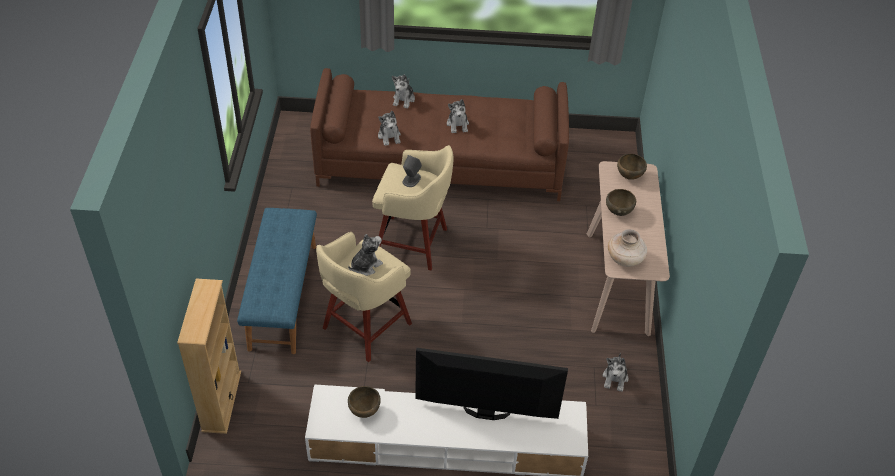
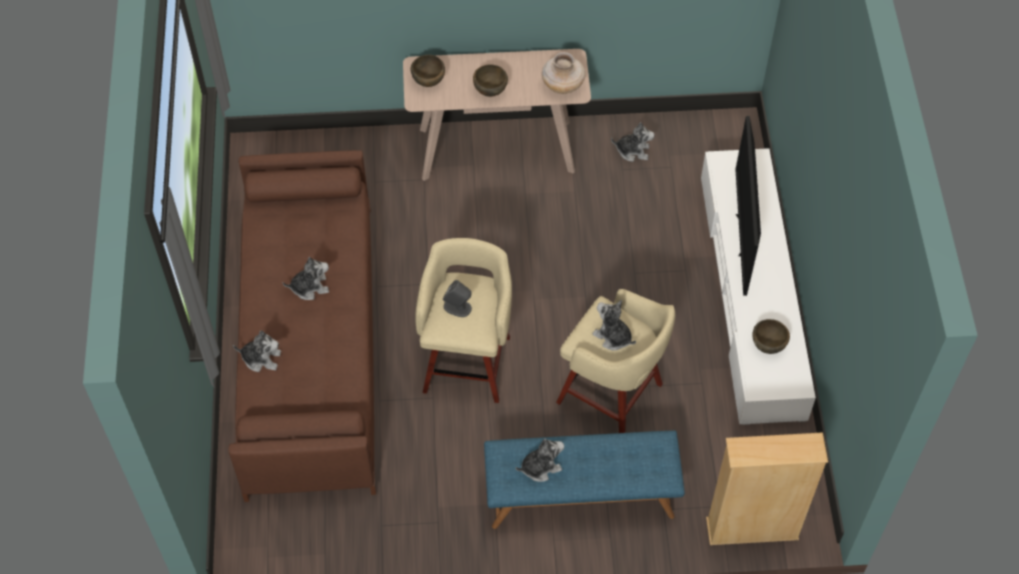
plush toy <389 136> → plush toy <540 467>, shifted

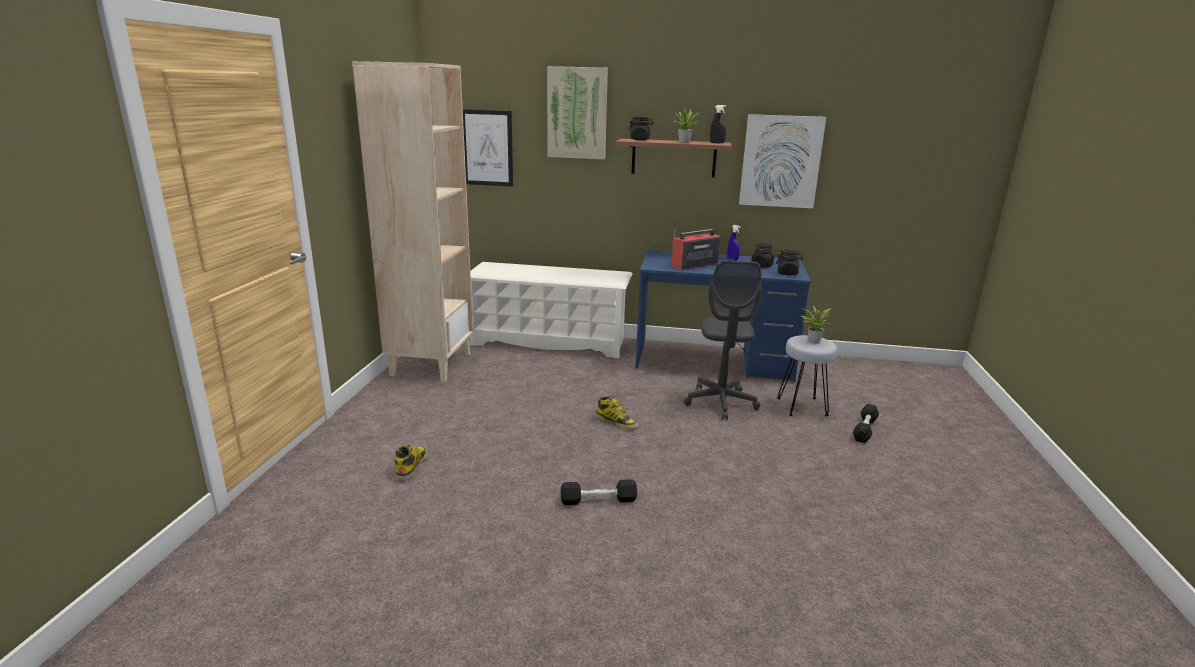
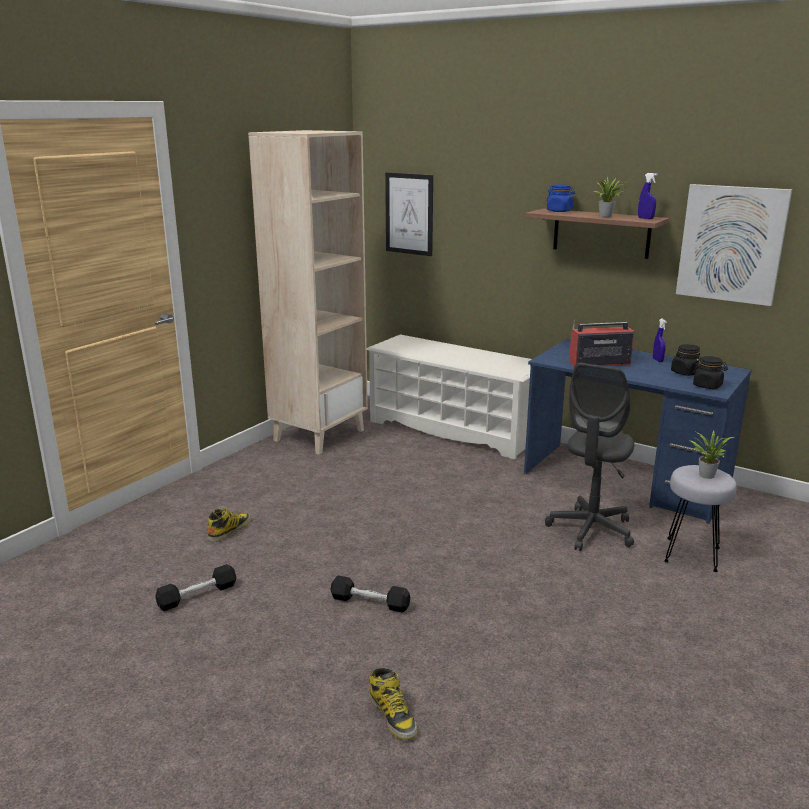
dumbbell/black <864 429> → dumbbell/black <197 595>, shifted
boot <616 422> → boot <393 715>, shifted
jar/black <640 139> → jar/blue <559 211>
spray bottle/black <717 143> → spray bottle/blue <645 218>
picture <577 113> → -

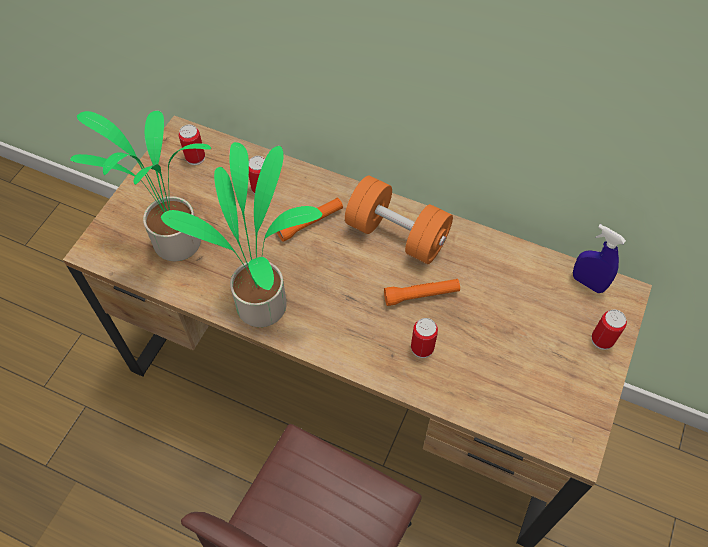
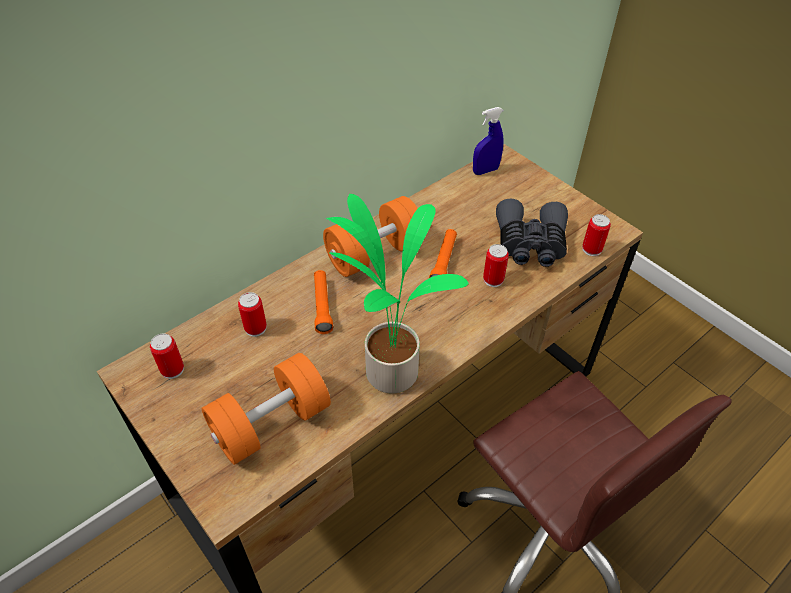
potted plant <174 244> → dumbbell/orange <271 423>
- → binoculars/grey <530 244>
can <602 339> → can <591 249>, shifted

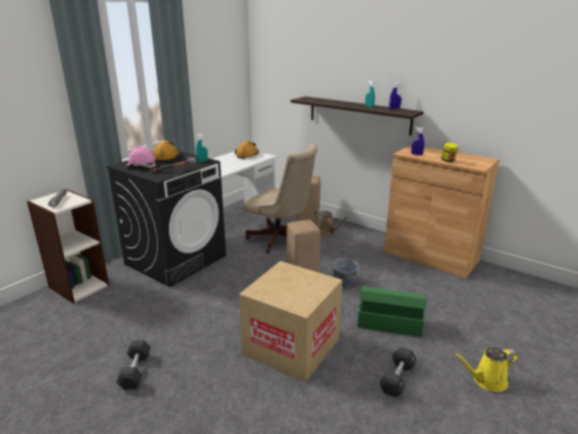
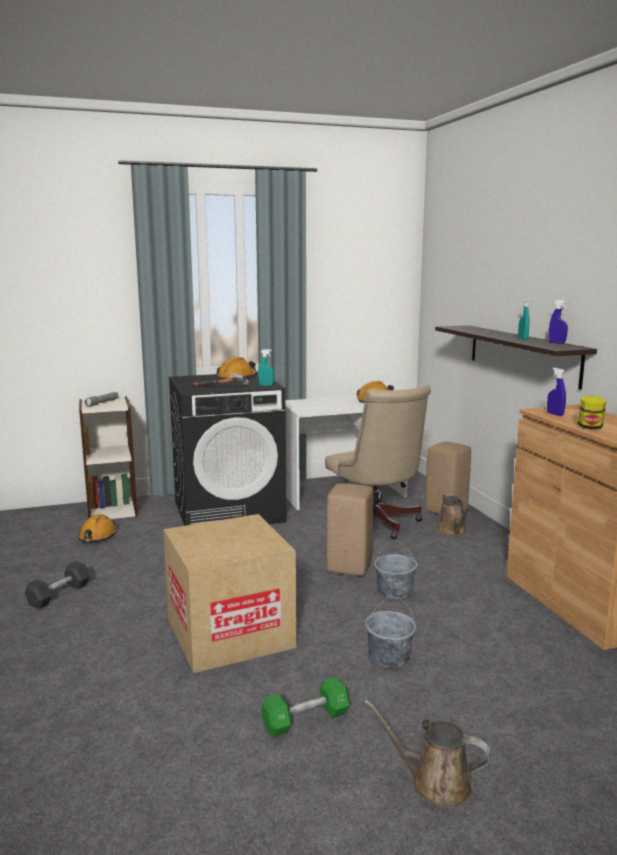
- → hard hat/orange <97 537>
dumbbell/black <397 379> → dumbbell/green <305 720>
watering can/yellow <486 380> → watering can/brown <434 784>
storage box/green <389 322> → bucket/grey <388 657>
hard hat/pink <141 166> → -

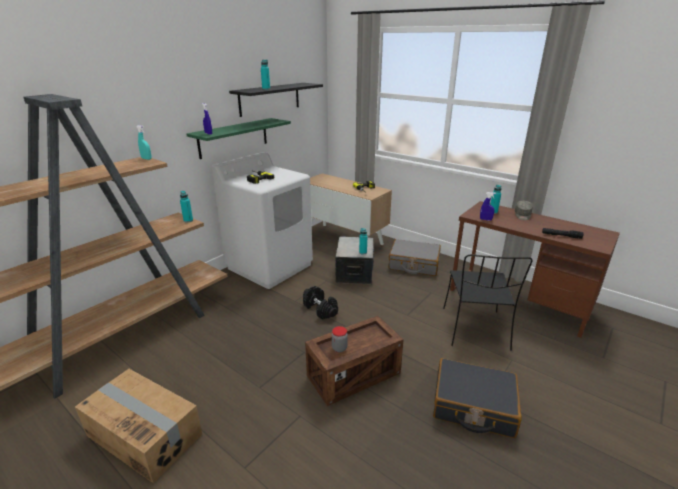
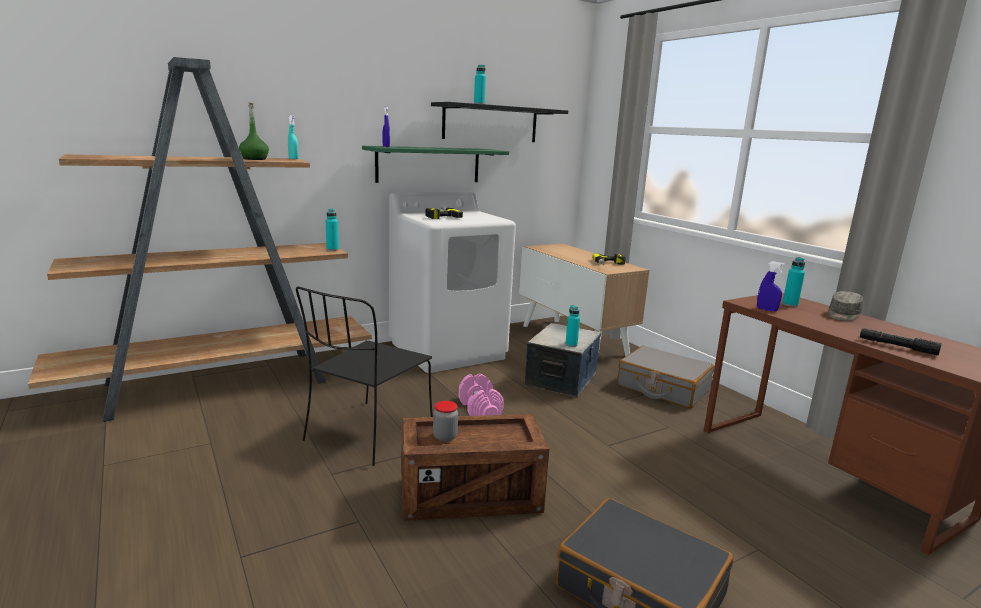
- → bottle/green <254 159>
chair/black <475 329> → chair/black <367 434>, shifted
dumbbell/black <320 309> → dumbbell/pink <480 410>
cardboard box <145 434> → -

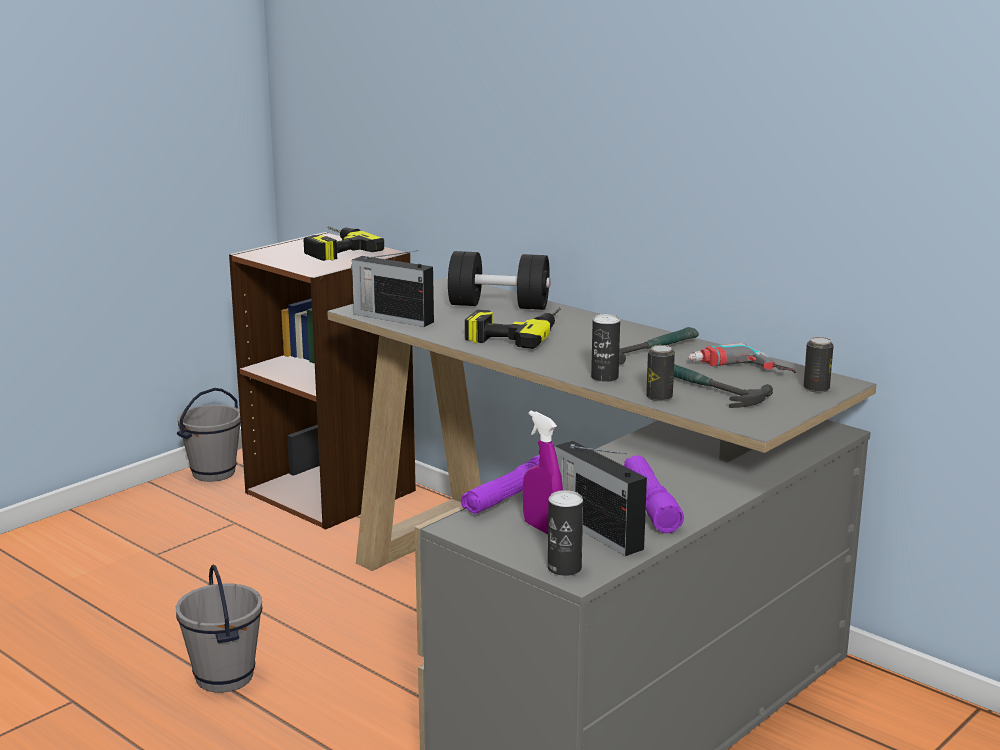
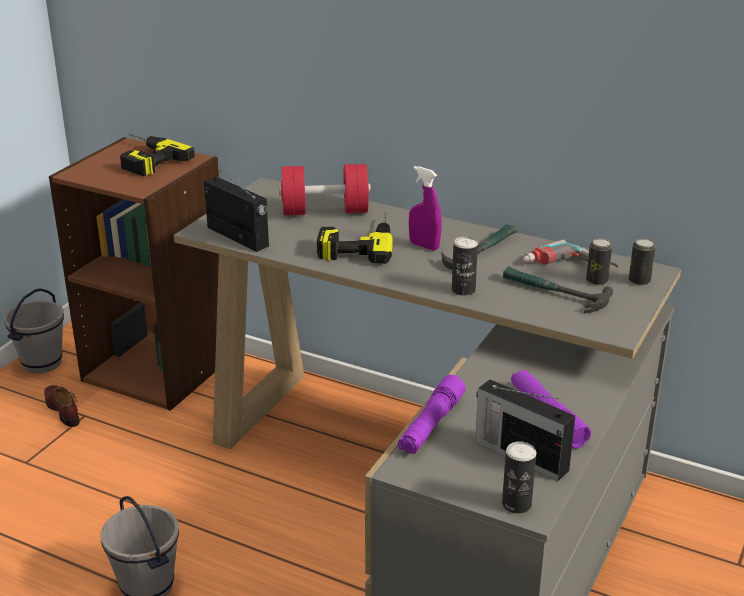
- → shoe/brown <62 409>
radio <392 318> → radio <238 237>, 150 degrees counterclockwise
dumbbell/black <499 306> → dumbbell/red <325 211>
spray bottle/purple <542 528> → spray bottle/purple <424 246>, shifted
can <659 397> → can <596 281>, shifted

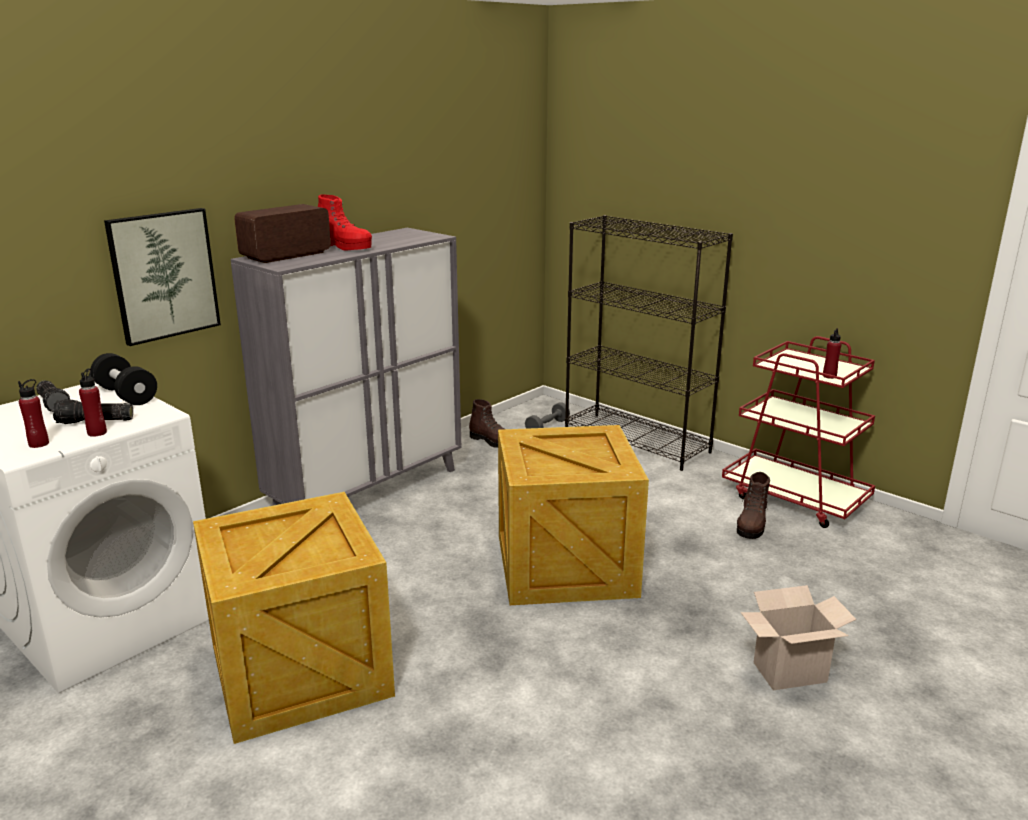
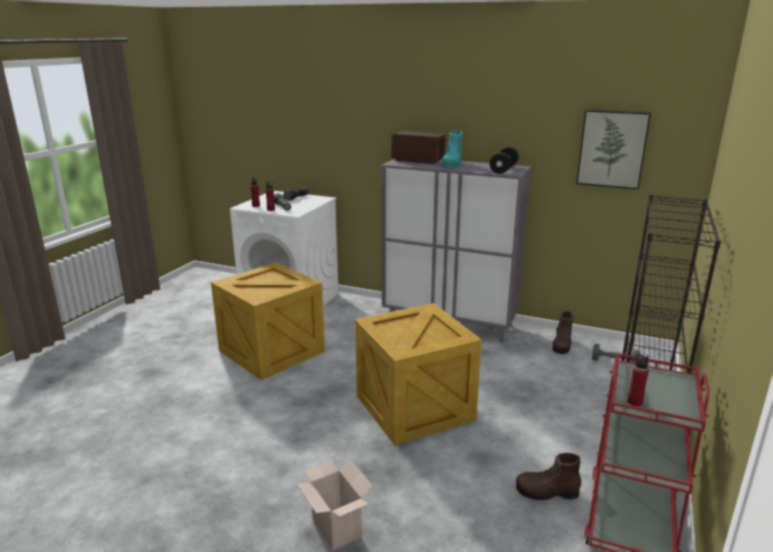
boot/red <345 247> → boot/turquoise <452 165>
dumbbell/black <126 395> → dumbbell/black <503 169>, shifted
picture <164 275> → picture <612 149>, shifted

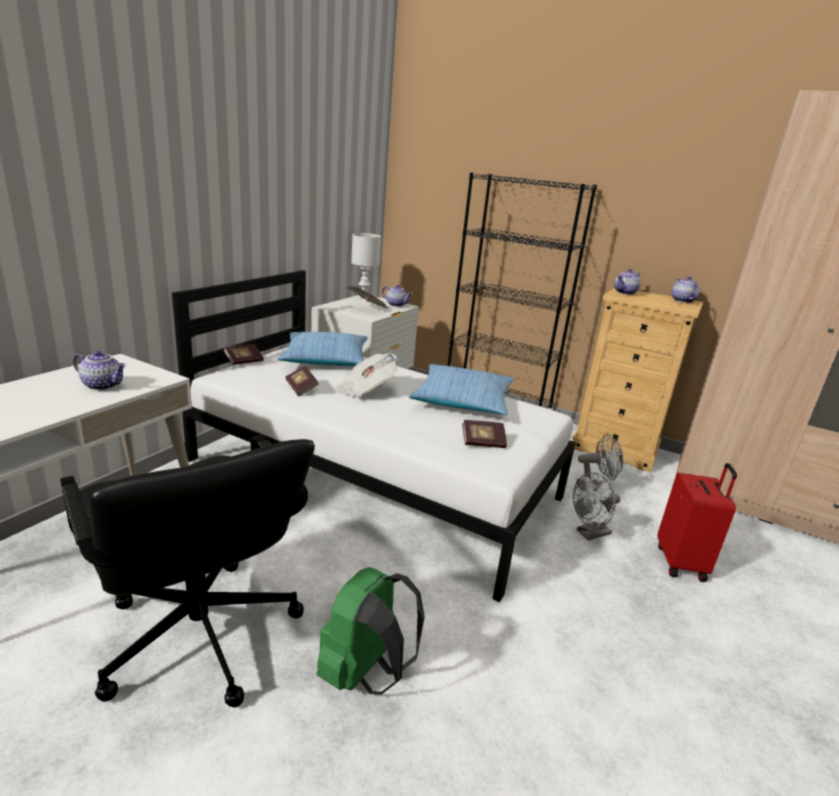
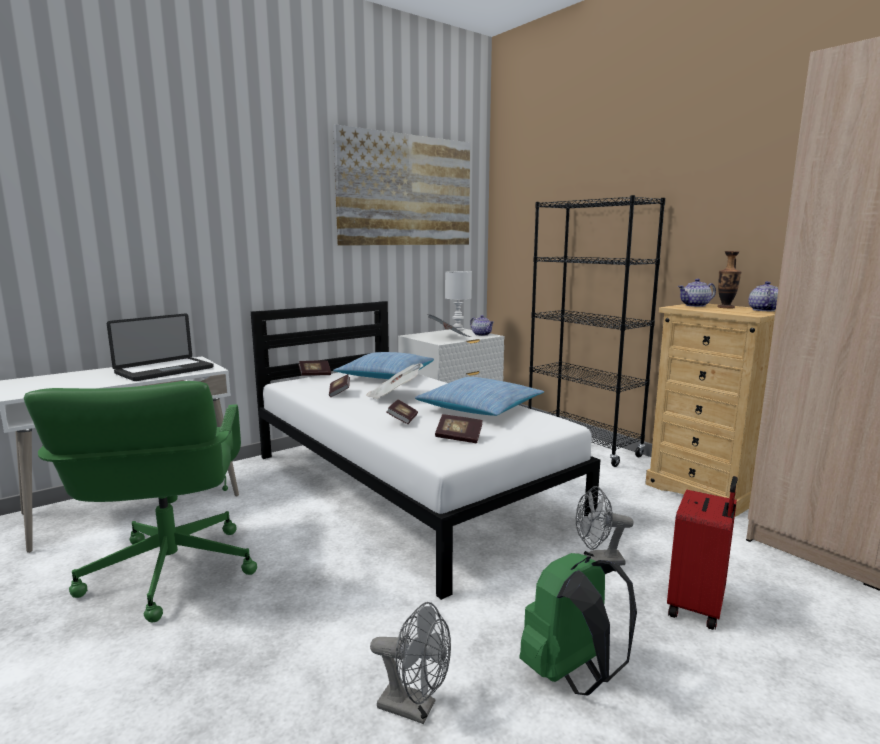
office chair/black <199 636> → office chair/green <169 572>
teapot <103 385> → laptop <165 371>
- → picture <406 191>
fan/grey <595 487> → fan/grey <415 708>, shifted
- → book <402 420>
backpack/green <365 673> → backpack/green <572 675>, shifted
- → vase <725 307>

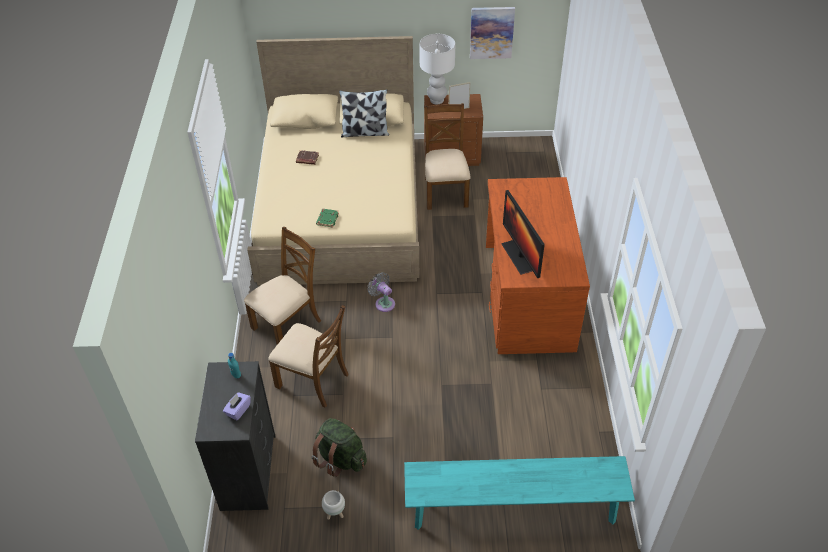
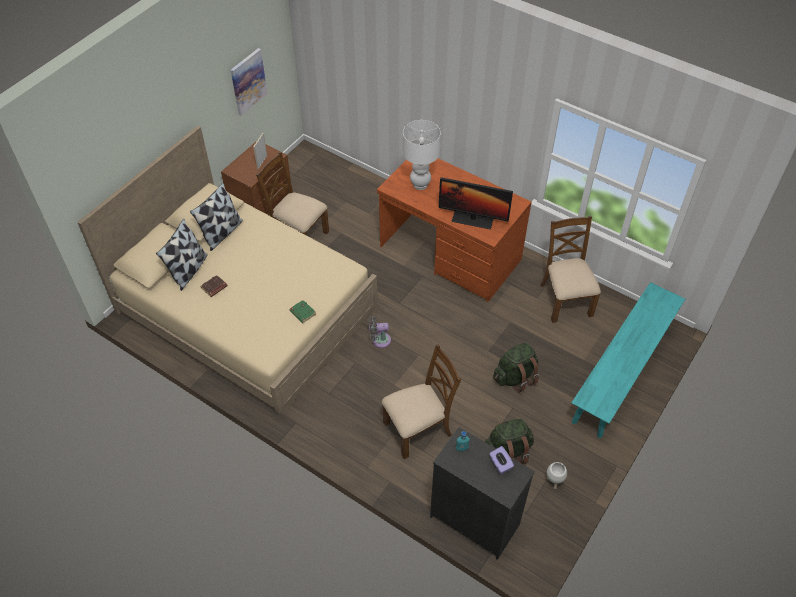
- → pillow <188 270>
table lamp/white <436 100> → table lamp/white <420 185>, shifted
- → backpack/green <515 377>
chair/brown <287 324> → chair/brown <565 299>, shifted

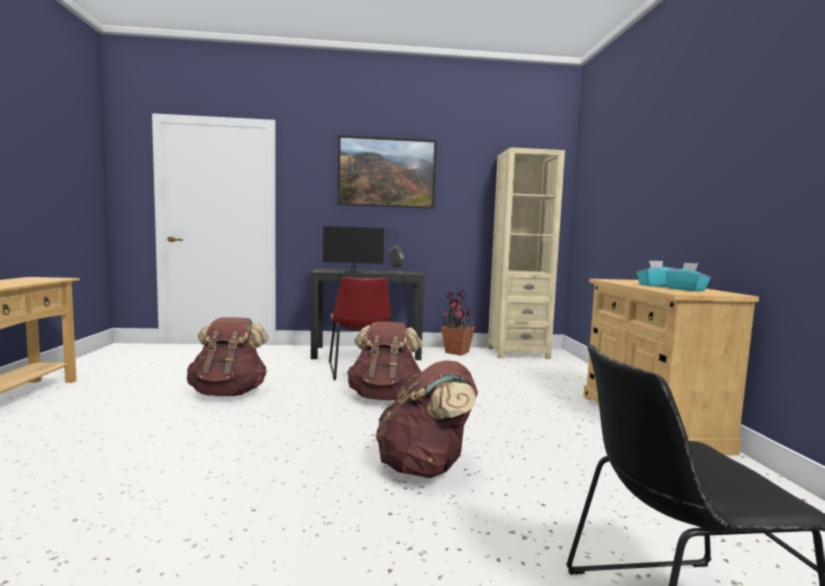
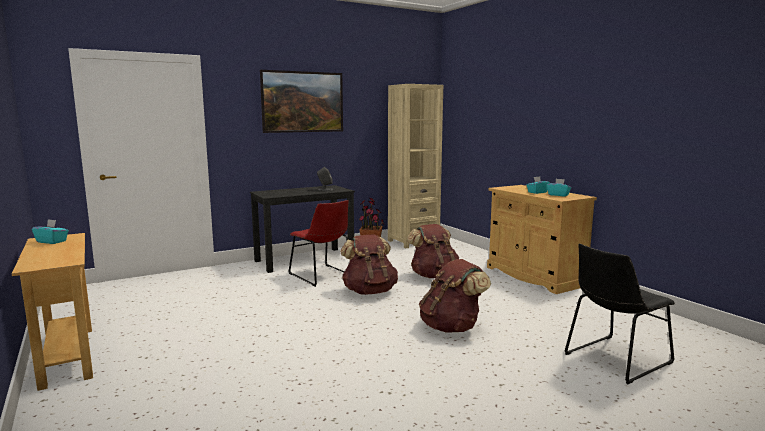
- → tissue box/turquoise <52 241>
backpack/brown <229 393> → backpack/brown <434 276>, shifted
monitor <356 272> → -

